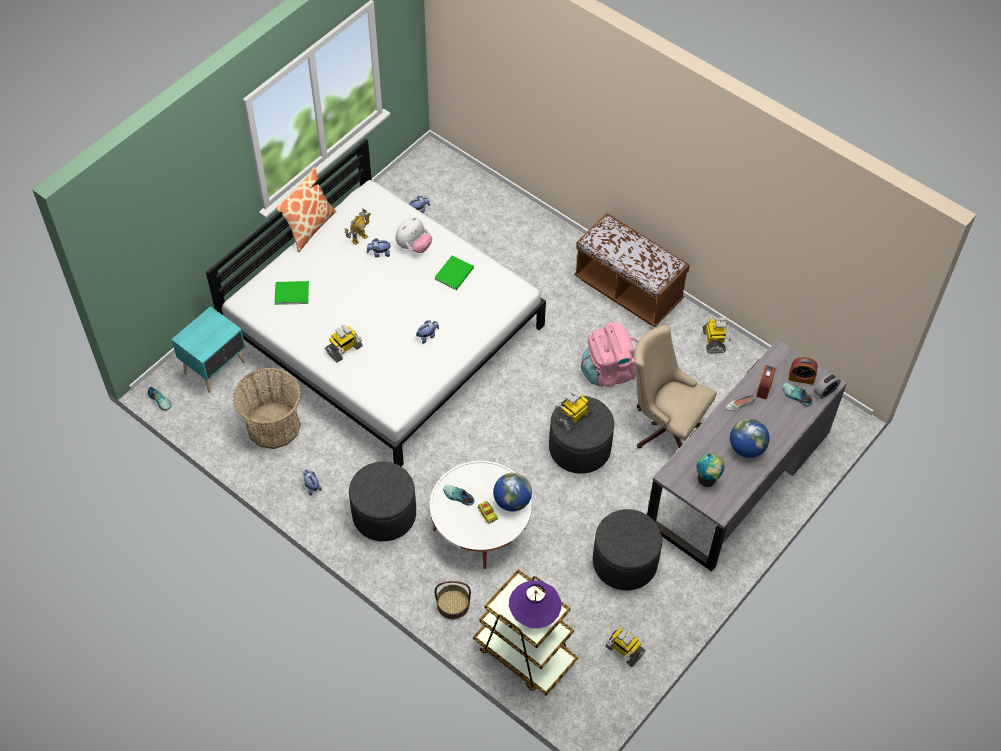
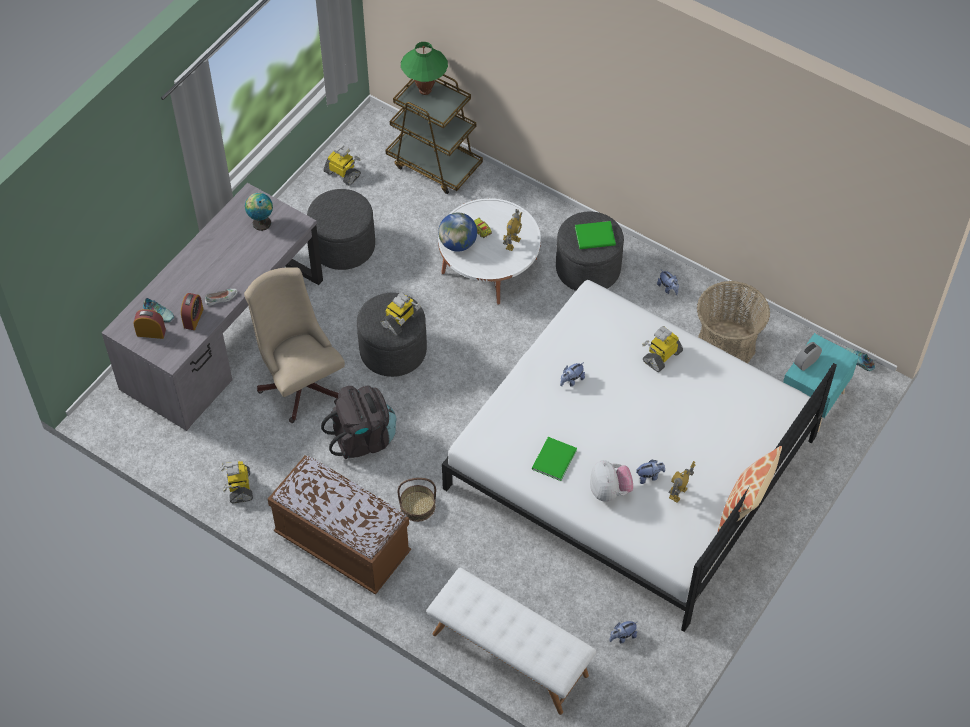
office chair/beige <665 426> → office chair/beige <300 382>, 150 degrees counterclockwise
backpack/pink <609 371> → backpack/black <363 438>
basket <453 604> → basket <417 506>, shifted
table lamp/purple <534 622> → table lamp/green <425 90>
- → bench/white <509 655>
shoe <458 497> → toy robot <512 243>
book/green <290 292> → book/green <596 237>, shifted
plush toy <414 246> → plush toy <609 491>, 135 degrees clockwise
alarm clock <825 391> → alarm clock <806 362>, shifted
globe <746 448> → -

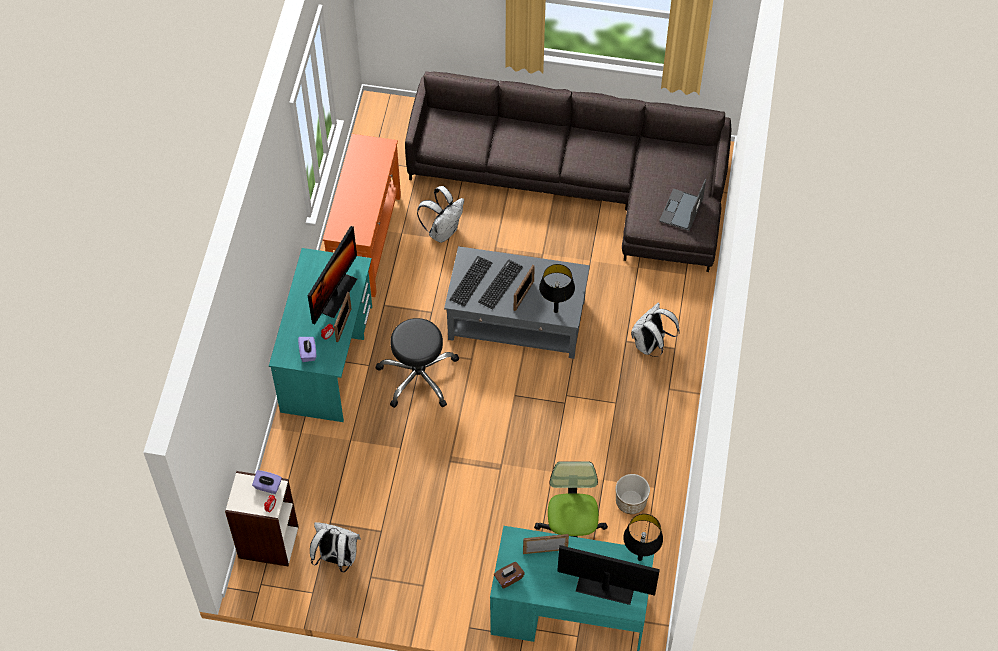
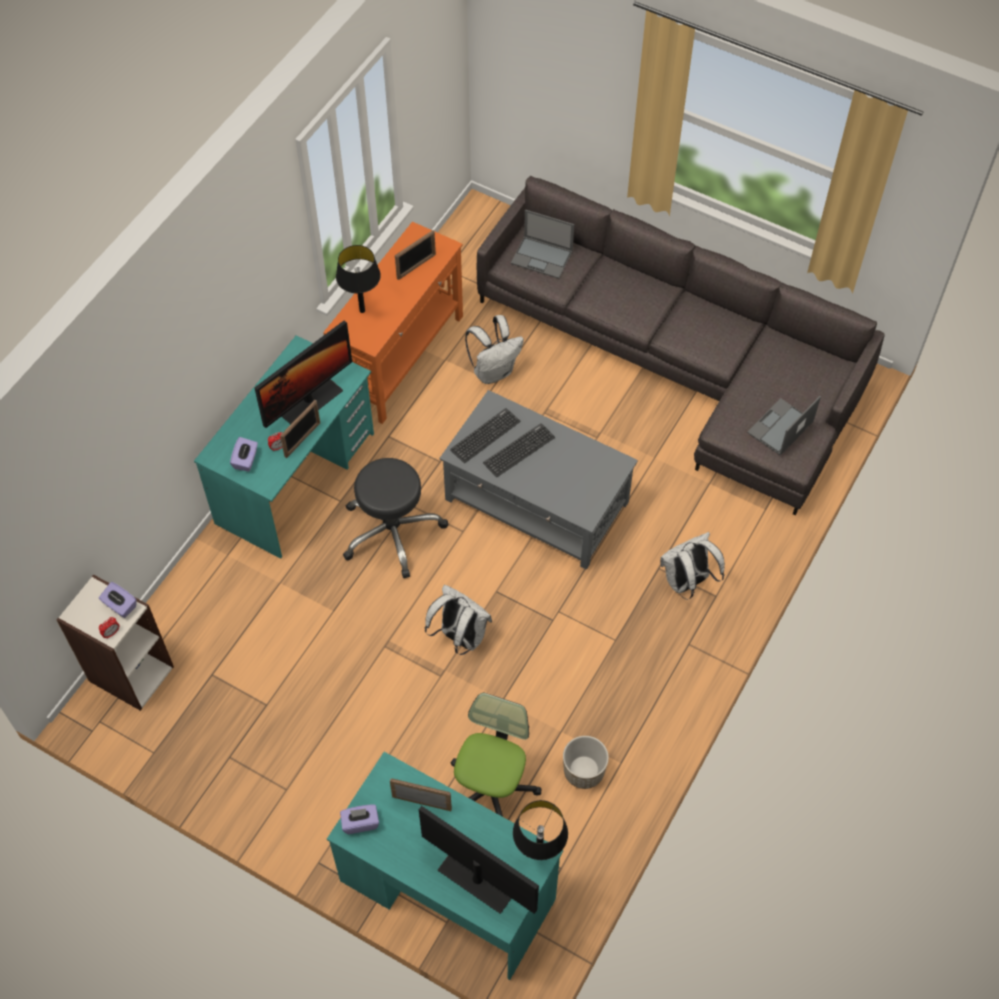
table lamp/black <555 311> → table lamp/black <362 310>, shifted
tissue box/brown <508 578> → tissue box/purple <360 823>
picture frame <524 295> → picture frame <416 266>, shifted
backpack/white <336 558> → backpack/white <460 637>, shifted
- → laptop <542 257>

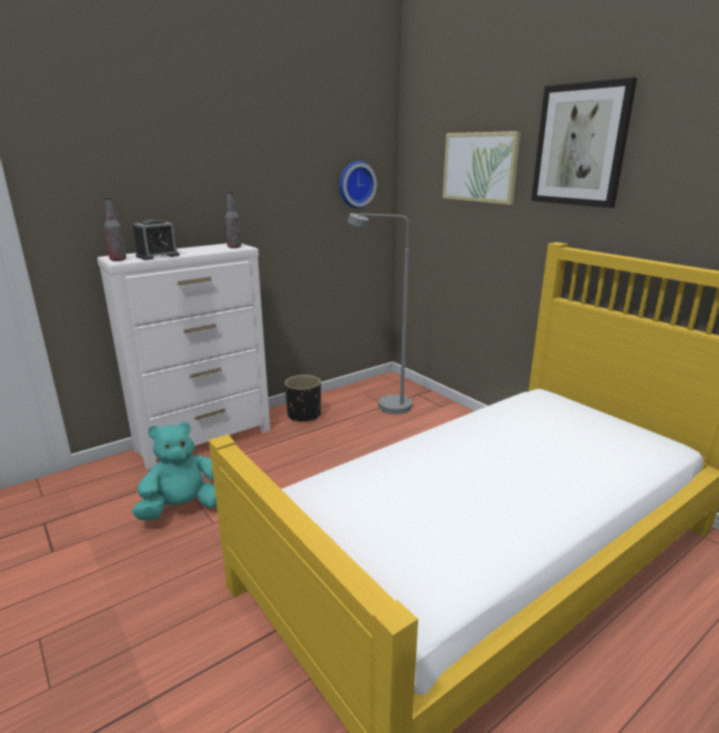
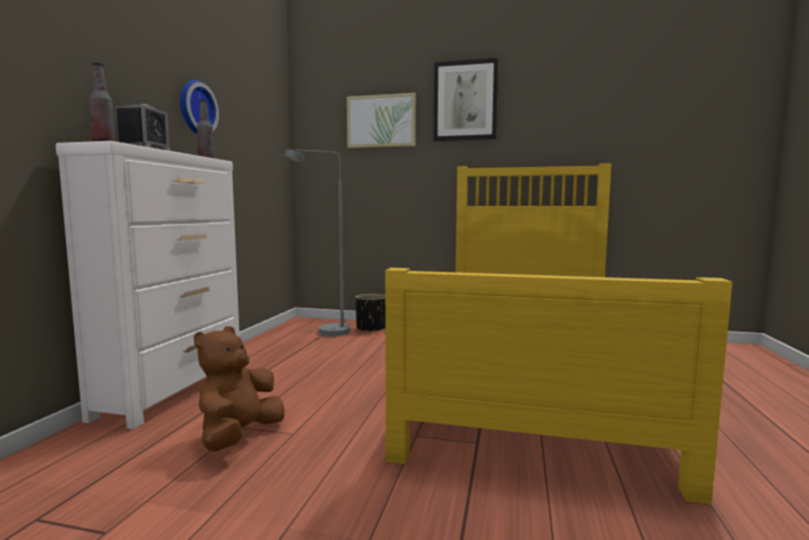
wall clock <355 184> → wall clock <195 108>, shifted
plush toy/turquoise <183 508> → plush toy/brown <239 436>
planter/black <304 415> → planter/black <371 329>, shifted

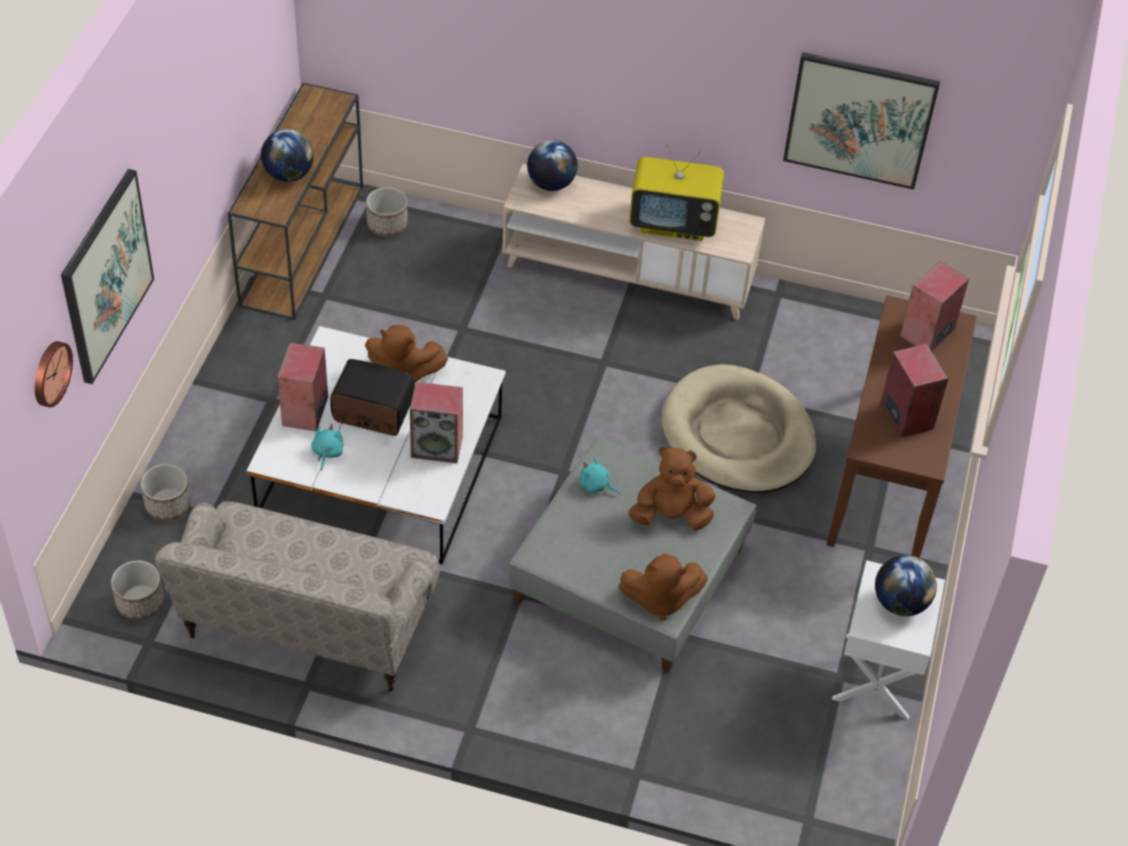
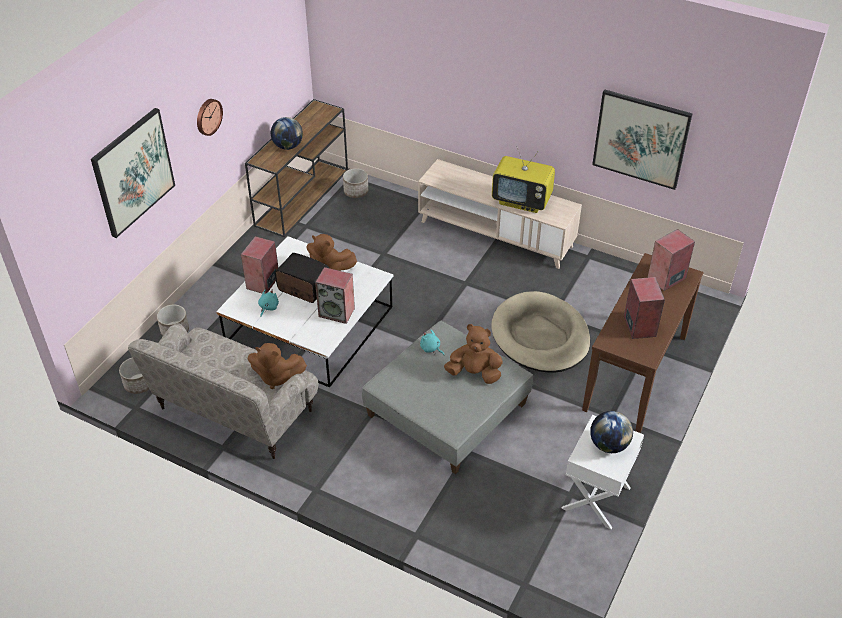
wall clock <50 373> → wall clock <208 116>, shifted
plush toy/brown <660 599> → plush toy/brown <276 376>, shifted
globe <551 184> → -

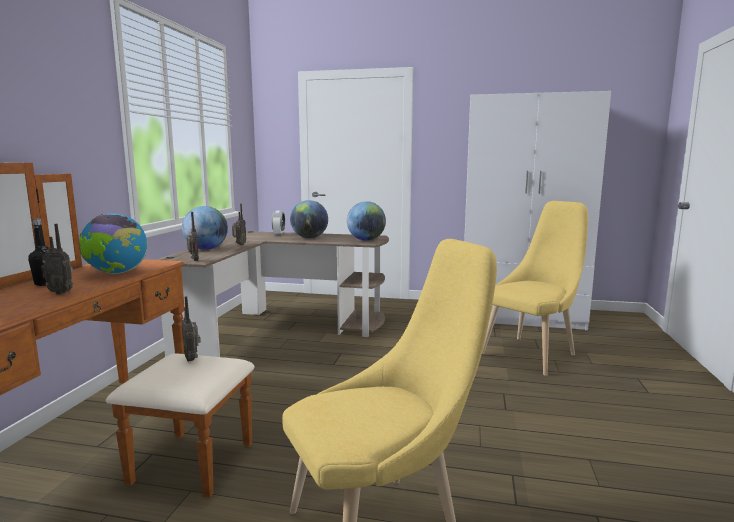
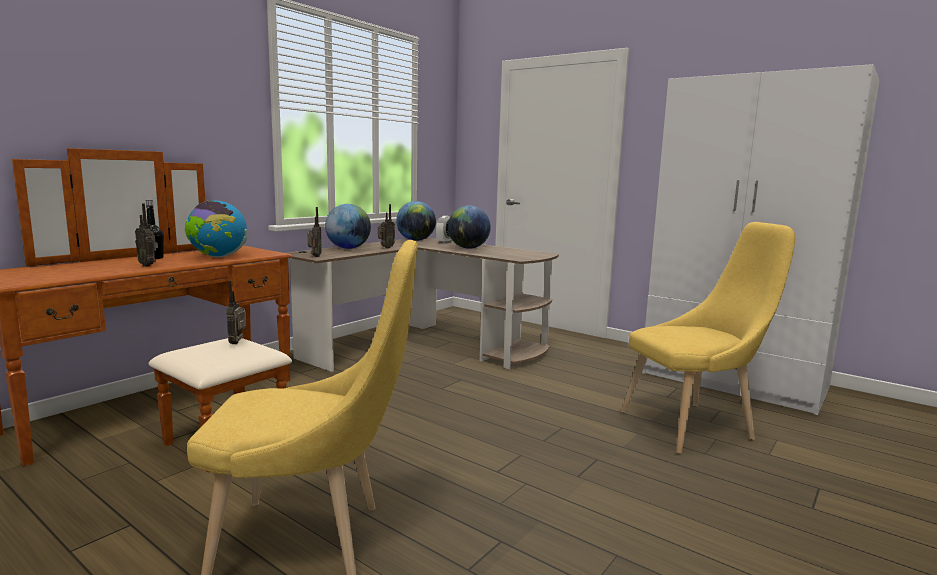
globe <366 240> → globe <416 240>, shifted

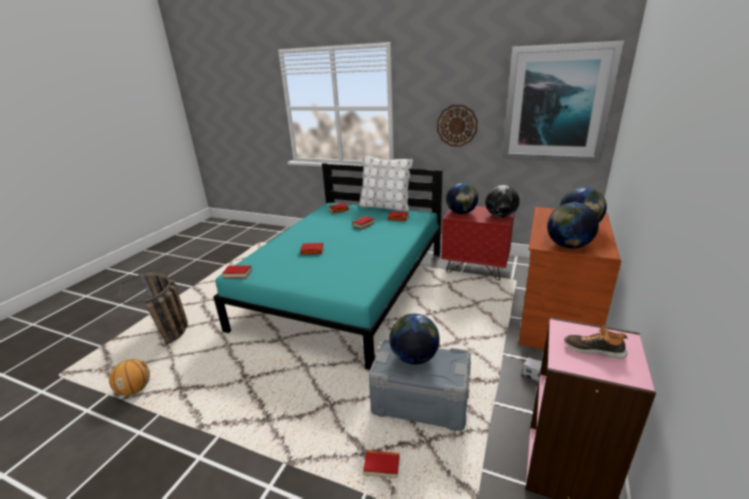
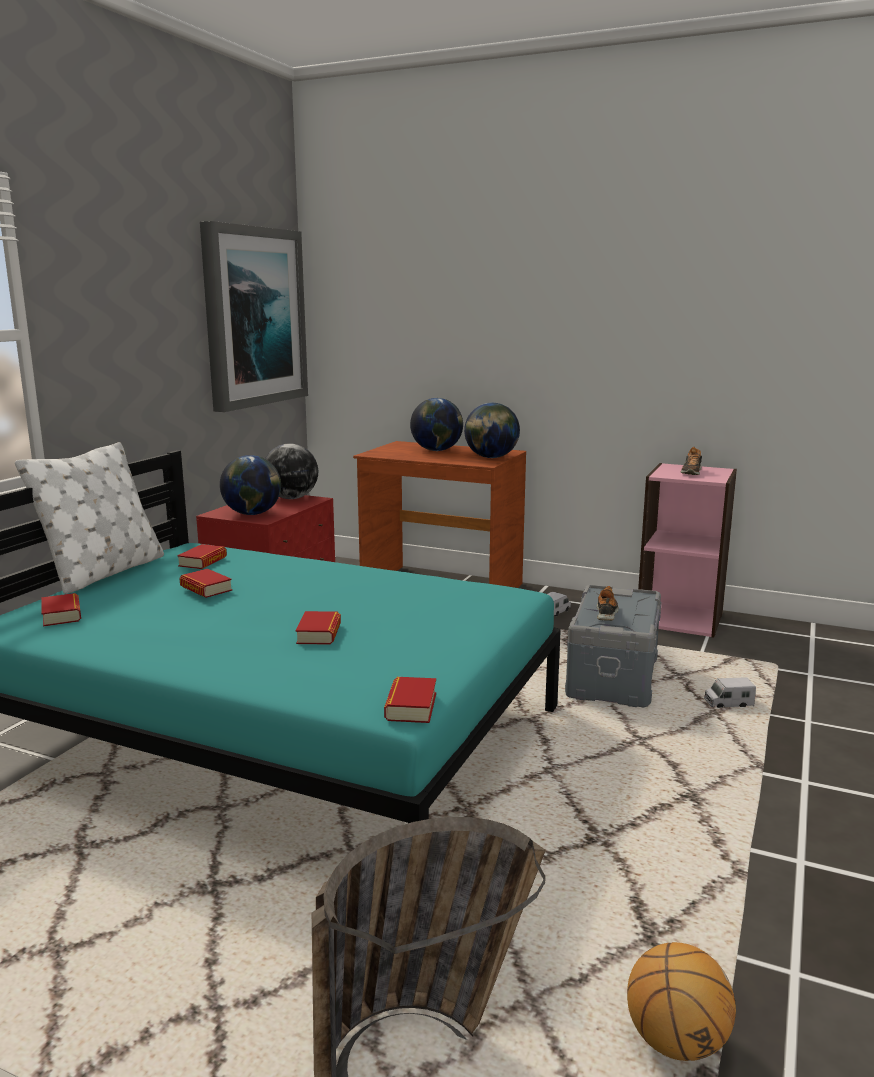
globe <414 357> → shoe <606 612>
book <382 467> → toy truck <728 703>
wall clock <457 125> → -

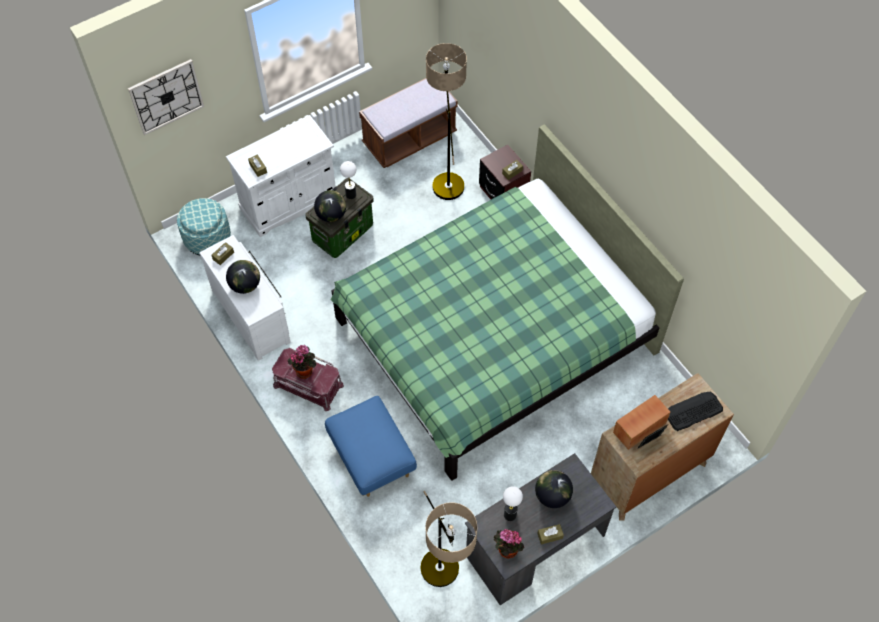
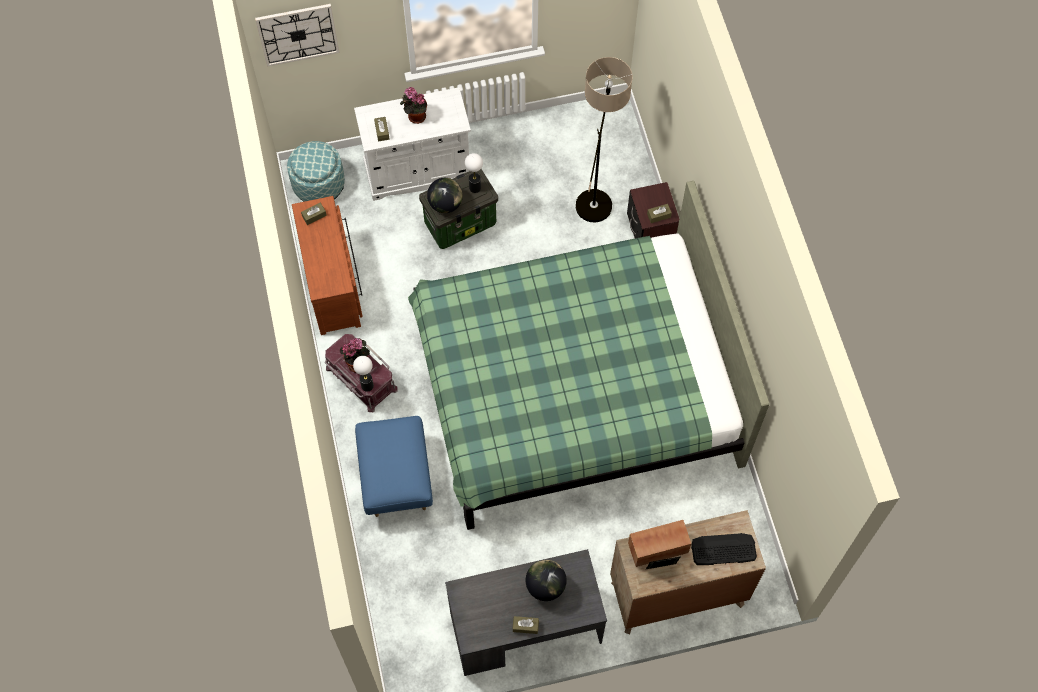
dresser/white <253 314> → dresser/brown <334 283>
table lamp <510 514> → table lamp <367 385>, shifted
potted plant <506 550> → potted plant <415 117>, shifted
globe <245 285> → -
bench/brown <409 139> → -
floor lamp <445 583> → -

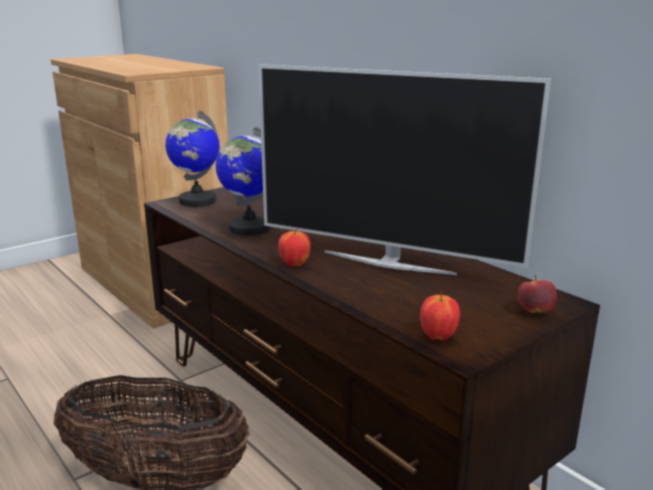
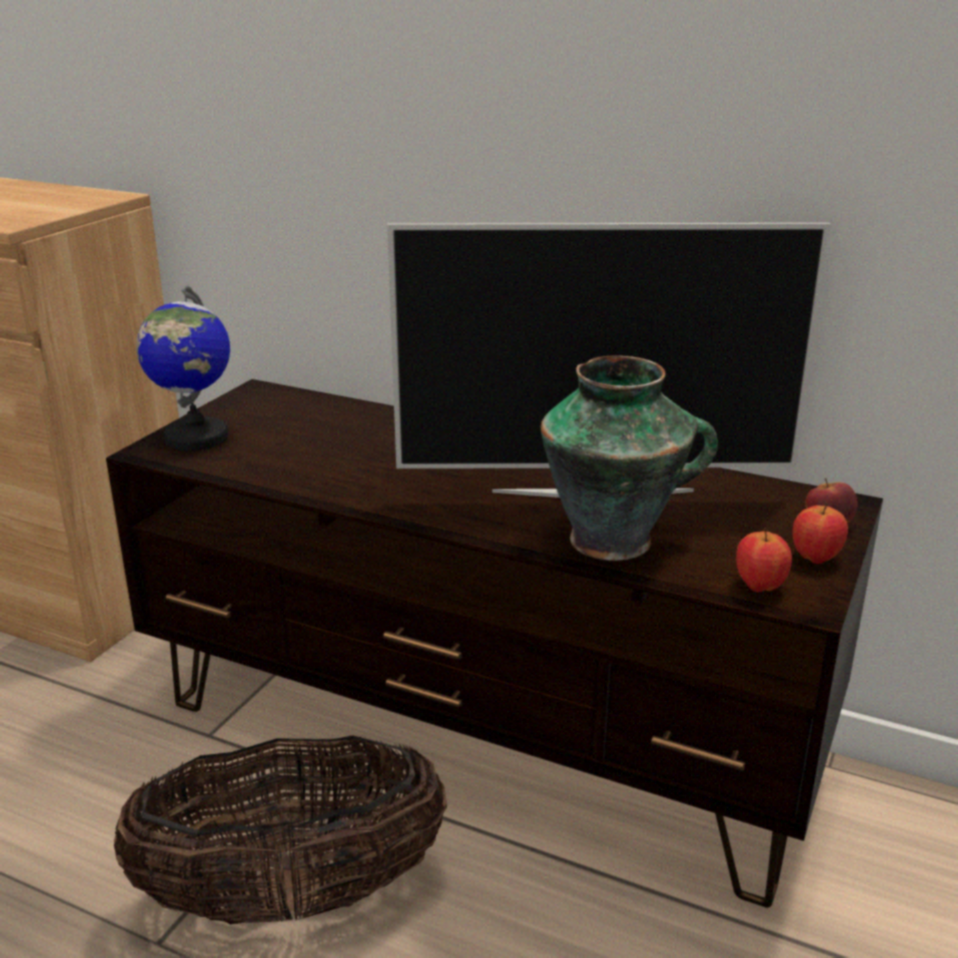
- → vase <615 540>
apple <294 264> → apple <815 558>, shifted
globe <249 228> → -

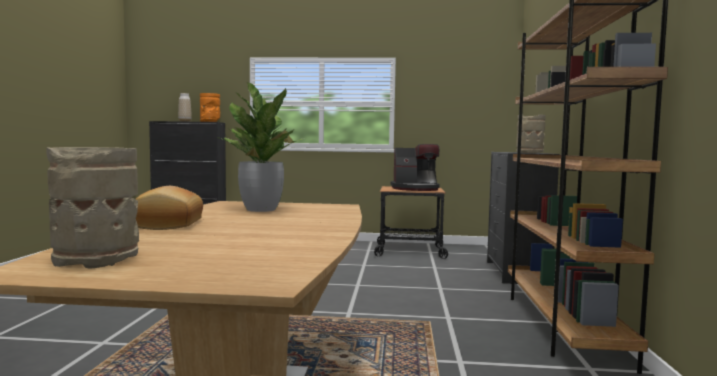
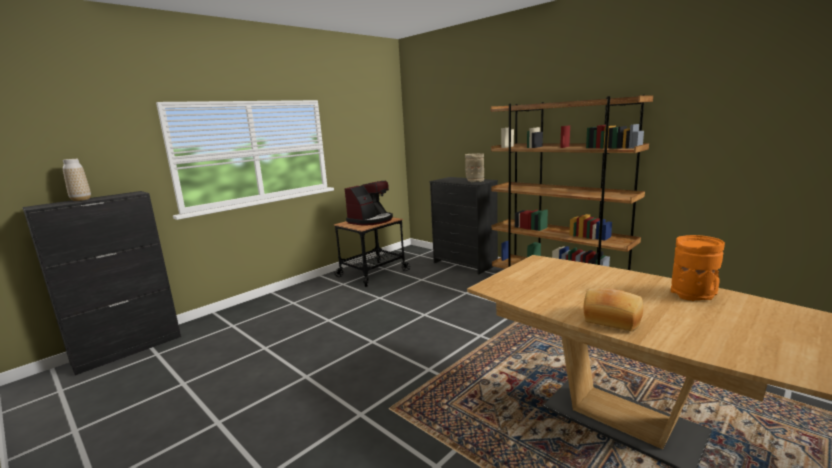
vase/orange <210 122> → vase/orange <694 294>, shifted
vase/beige <98 258> → -
potted plant <261 209> → -

